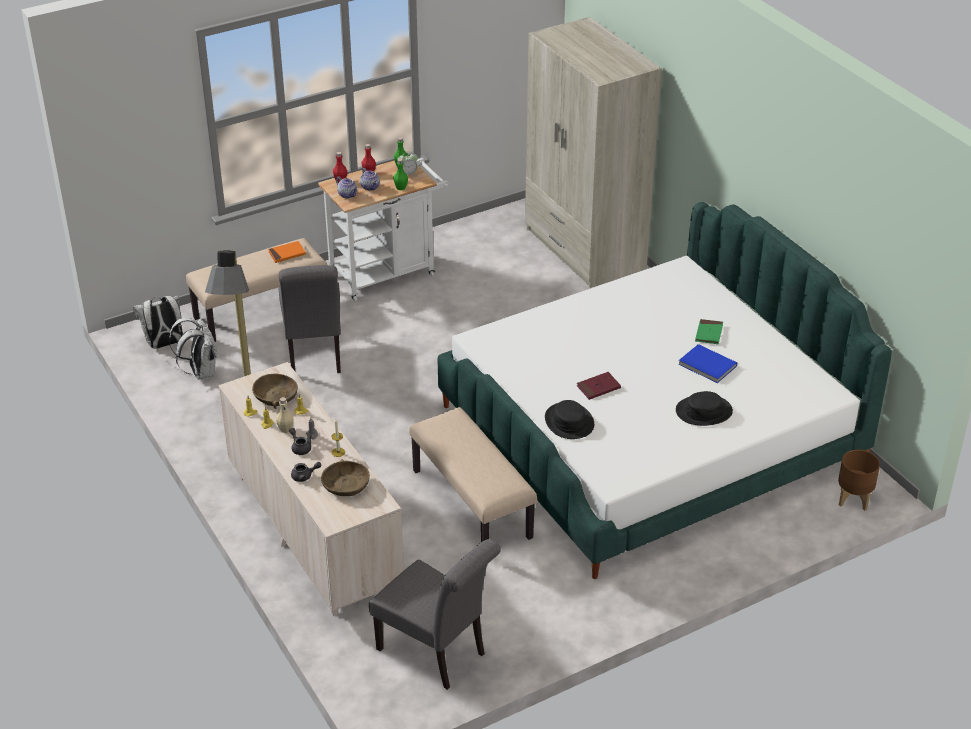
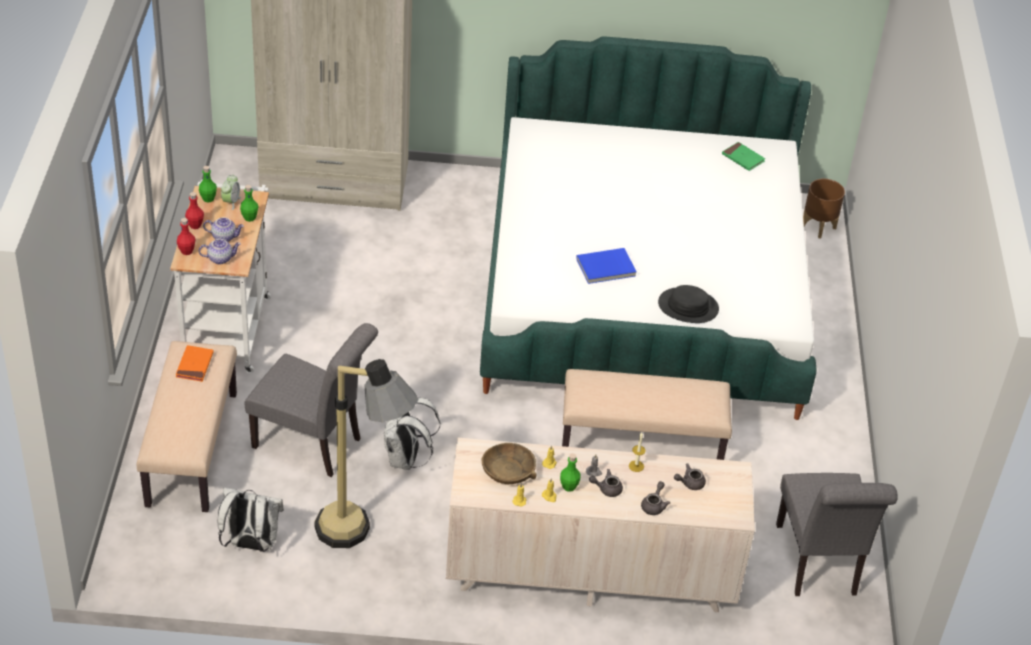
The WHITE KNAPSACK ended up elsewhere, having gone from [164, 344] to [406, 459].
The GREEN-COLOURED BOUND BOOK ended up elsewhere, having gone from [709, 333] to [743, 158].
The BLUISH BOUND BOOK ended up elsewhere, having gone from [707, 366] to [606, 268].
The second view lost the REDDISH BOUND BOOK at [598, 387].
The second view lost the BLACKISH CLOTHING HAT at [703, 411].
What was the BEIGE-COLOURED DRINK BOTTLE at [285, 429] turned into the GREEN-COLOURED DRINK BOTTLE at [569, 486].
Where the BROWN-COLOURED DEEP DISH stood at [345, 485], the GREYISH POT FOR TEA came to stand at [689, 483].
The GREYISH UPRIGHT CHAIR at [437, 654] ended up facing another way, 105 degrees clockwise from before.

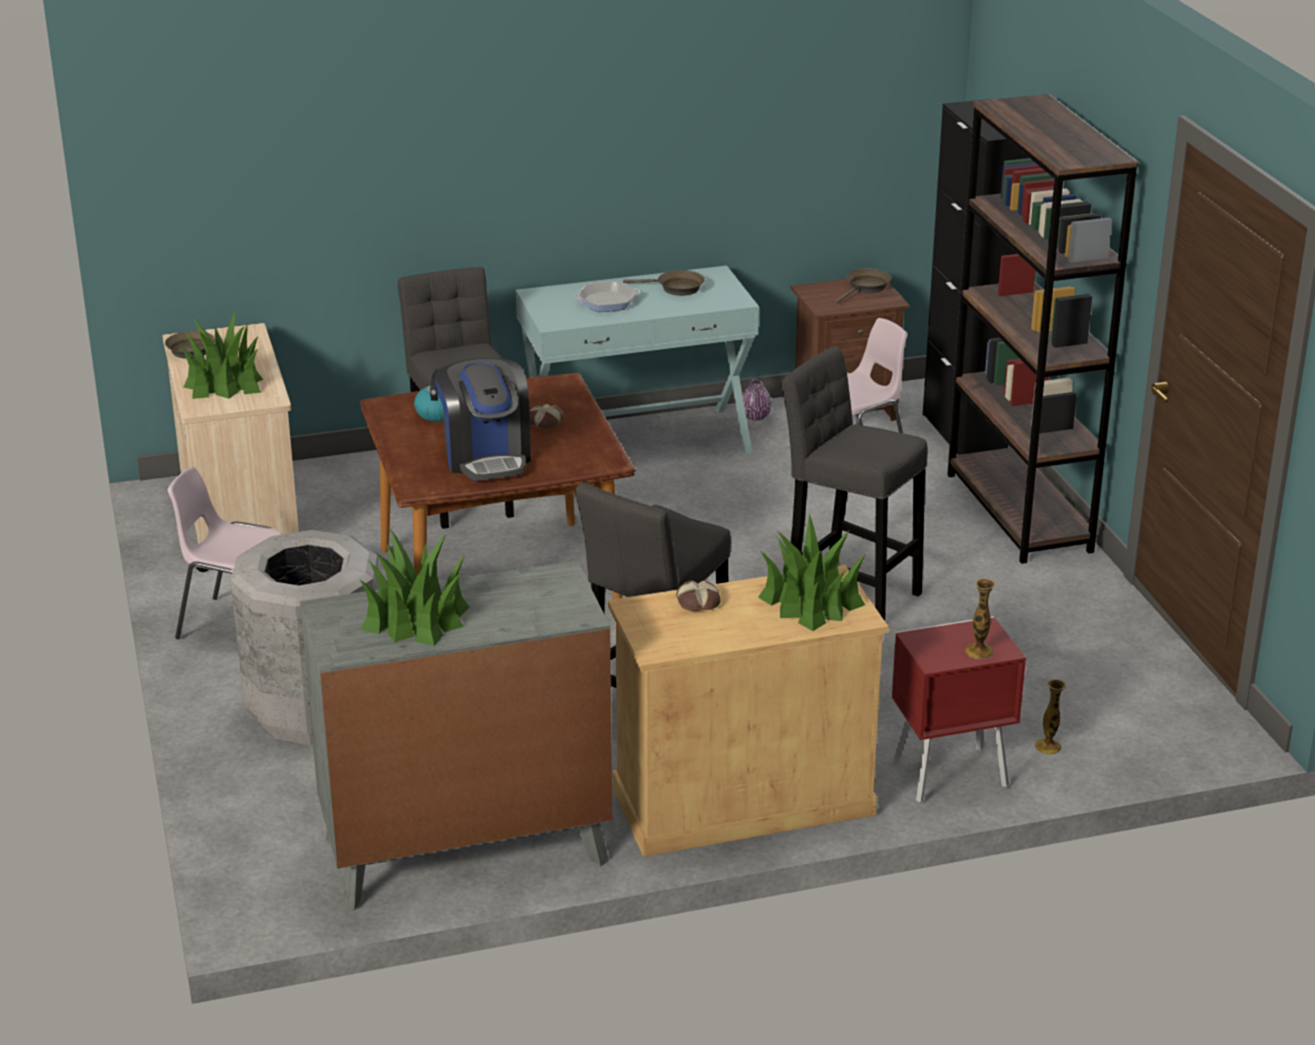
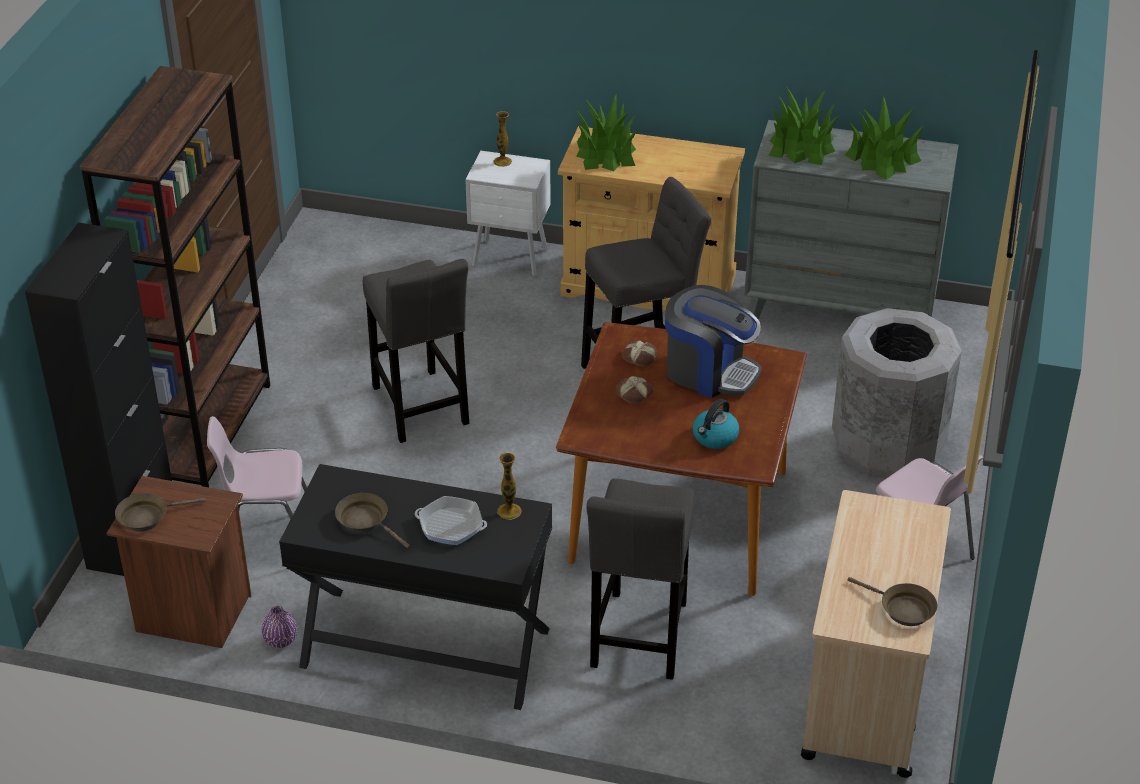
What was the TURQUOISE-COLOURED NARROW TABLE at [637, 443] turned into the BLACKISH NARROW TABLE at [425, 648].
The POTTED PLANT ended up elsewhere, having gone from [224, 382] to [801, 146].
The COFFEE MACHINE at [486, 457] ended up facing another way, 105 degrees clockwise from before.
The BAKED BREAD ended up elsewhere, having gone from [698, 602] to [640, 357].
What was the REDDISH NIGHT TABLE at [946, 775] turned into the WHITE NIGHT TABLE at [511, 259].
The FLOWER VASE ended up elsewhere, having gone from [1047, 746] to [509, 511].

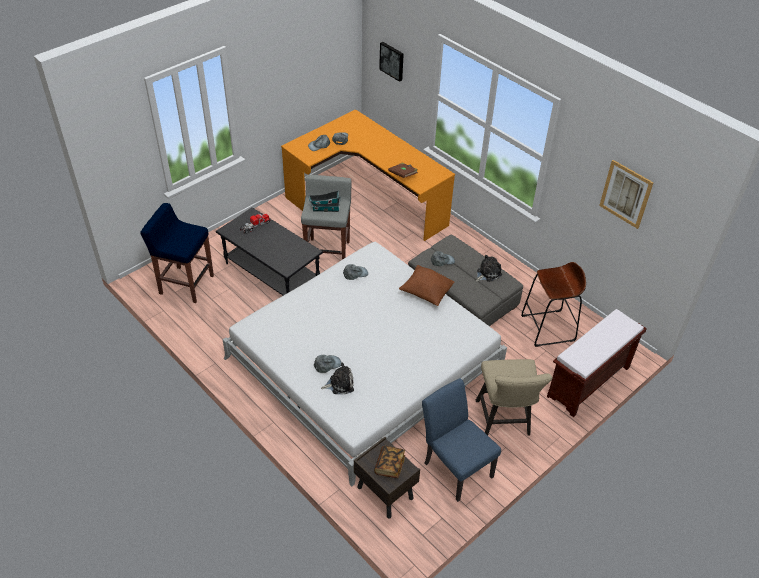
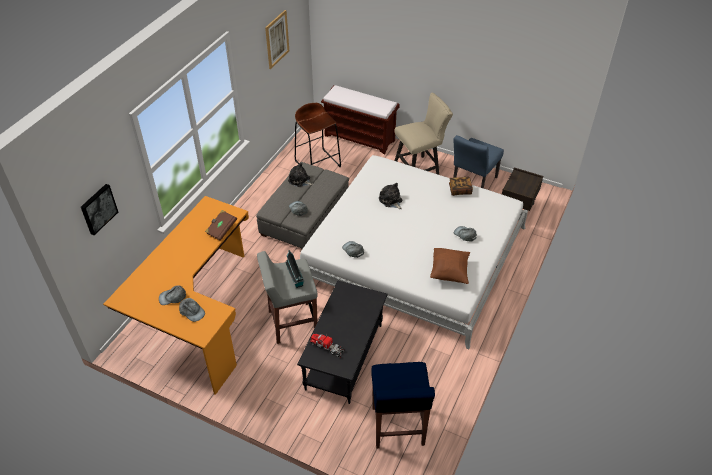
The BROWN-COLOURED CUSHION ended up elsewhere, having gone from [426, 292] to [449, 272].
The CUDDLY TOY ended up elsewhere, having gone from [340, 384] to [391, 201].
The BOUND BOOK ended up elsewhere, having gone from [389, 466] to [460, 190].

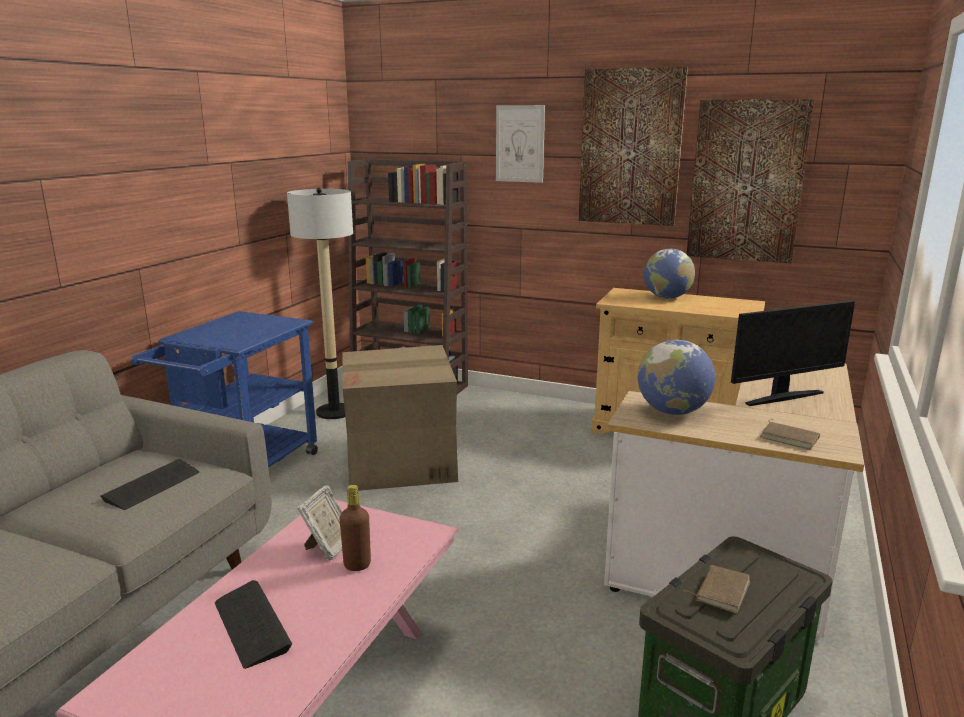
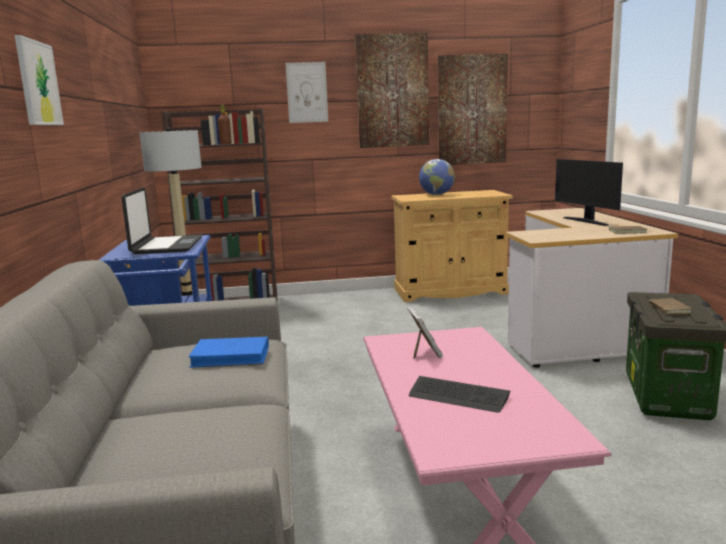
The COMPUTER DISPLAY at [782, 397] ended up facing another way, 120 degrees clockwise from before.
The second view lost the DESK GLOBE at [672, 412].
The second view lost the PACKING BOX at [401, 462].
Where the PC KEYBOARD stood at [152, 486], the BLUISH BOUND BOOK came to stand at [231, 356].
The BROWN-COLOURED DRINK BOTTLE ended up elsewhere, having gone from [357, 565] to [225, 144].
The second view gained the WALL ART at [38, 83].
The second view gained the LAPTOP at [166, 246].

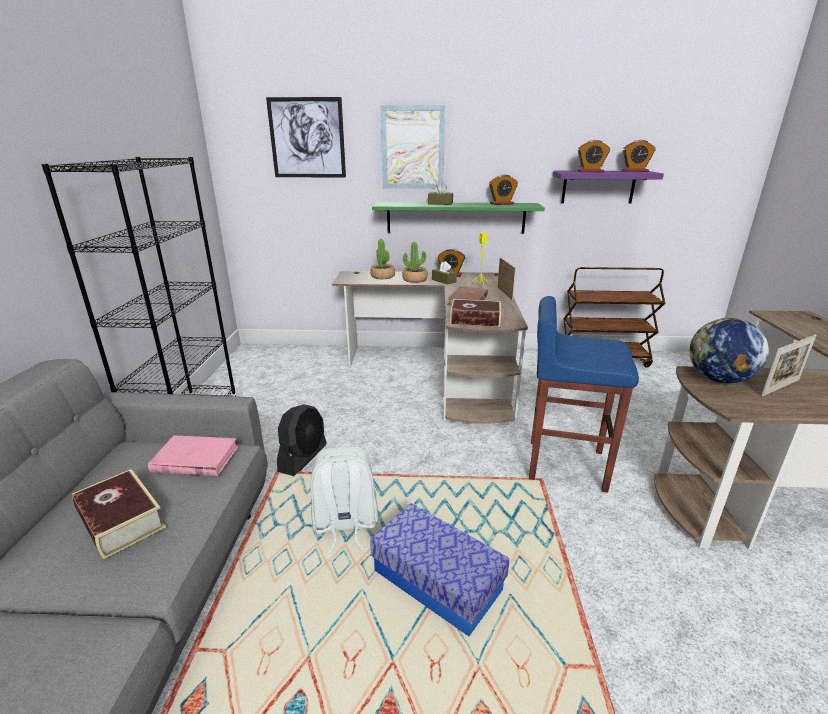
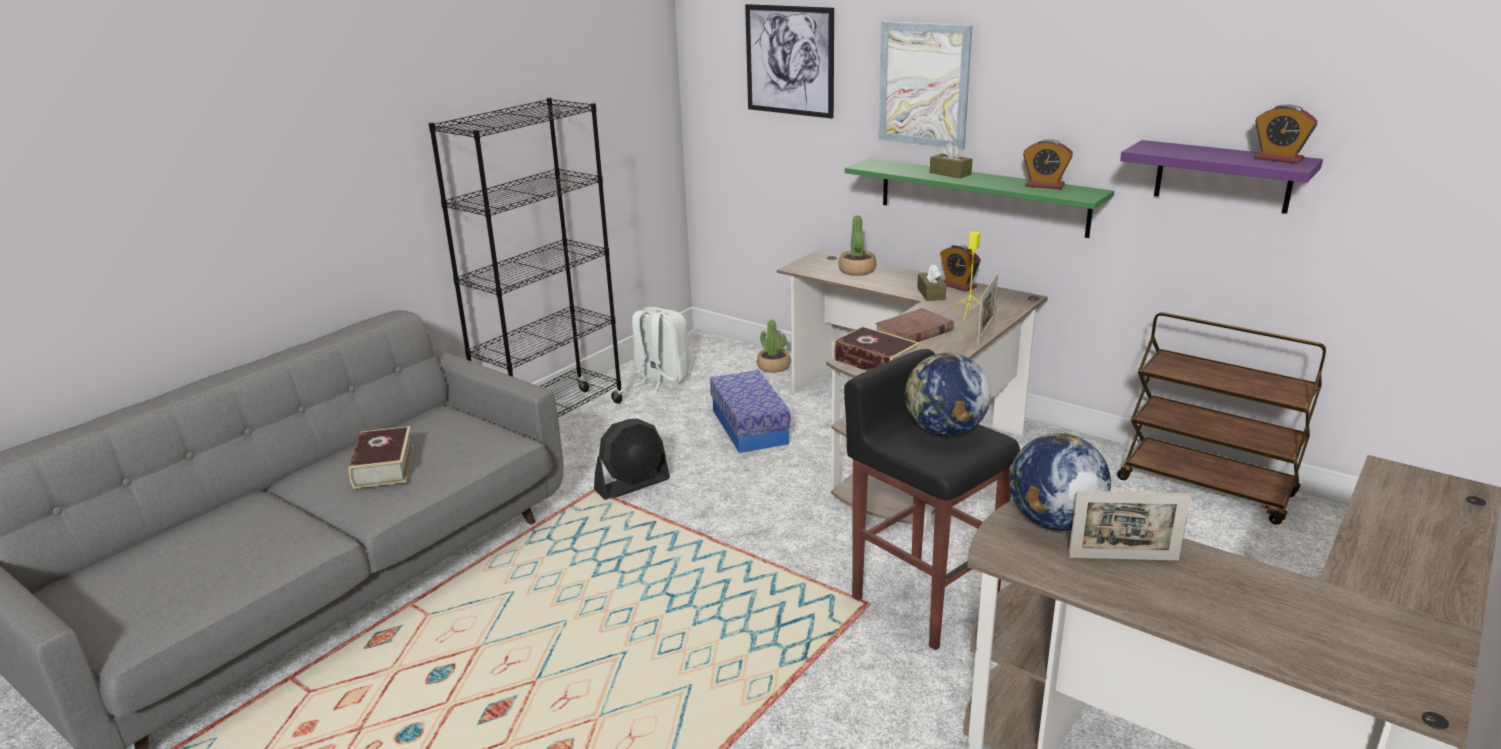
The second view lost the BEDSIDE CLOCK at [590, 171].
The POTTED PLANT ended up elsewhere, having gone from [415, 280] to [773, 367].
What was the BLUISH STOOL SEAT at [564, 464] turned into the BLACKISH STOOL SEAT at [923, 600].
The second view lost the PINK BOUND BOOK at [195, 459].
The WHITE KNAPSACK ended up elsewhere, having gone from [345, 525] to [660, 378].
The STORAGE BIN ended up elsewhere, having gone from [437, 581] to [749, 427].
The second view gained the DESK GLOBE at [944, 431].

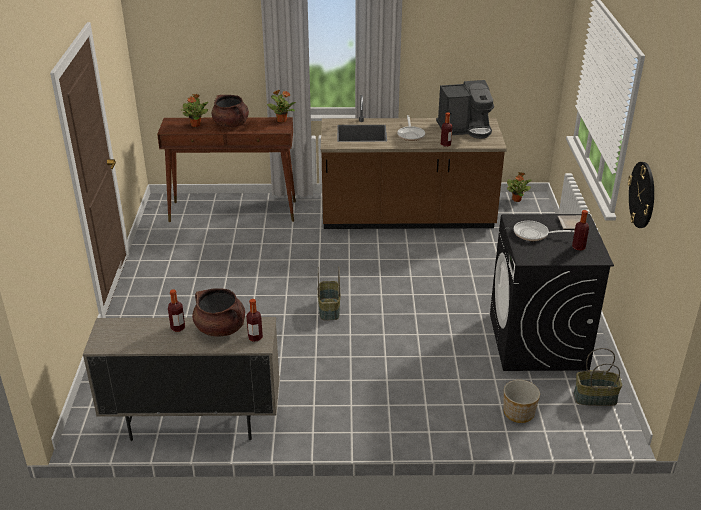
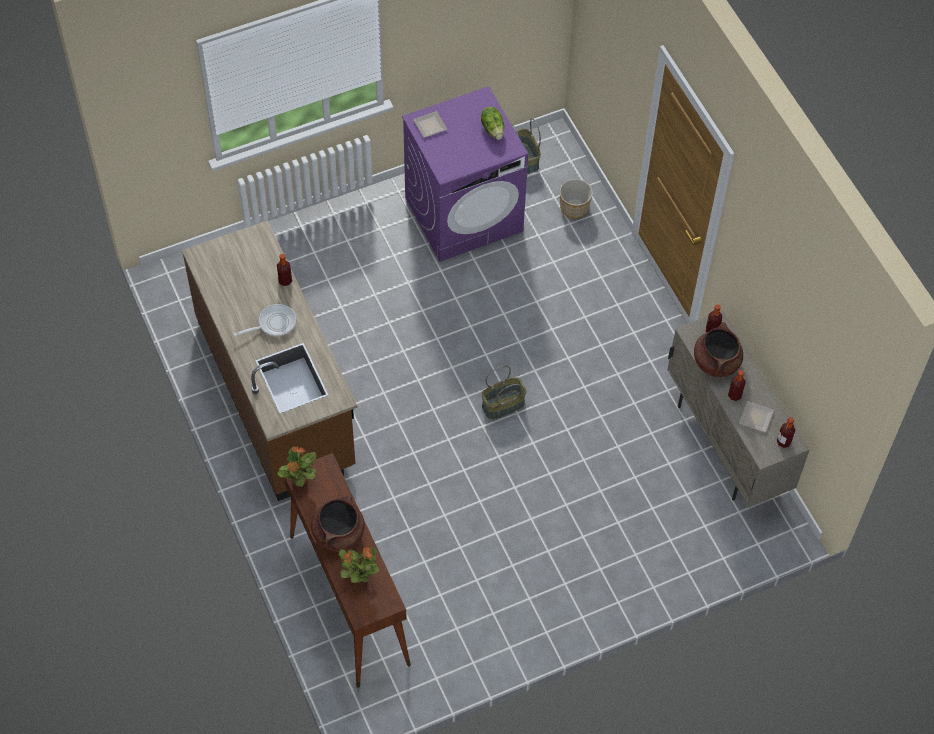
The second view lost the COFFEE MACHINE at [465, 129].
The second view lost the CLOCK ON THE WALL at [642, 195].
The second view lost the POTTED PLANT at [516, 199].
The DRINK BOTTLE ended up elsewhere, having gone from [578, 247] to [783, 442].
What was the BLACKISH WASHING MACHINE at [538, 342] turned into the PURPLISH WASHING MACHINE at [464, 214].
The second view lost the PAN at [534, 234].
The second view gained the LETTUCE HEAD at [493, 129].
The second view gained the FLAT DISH at [755, 416].

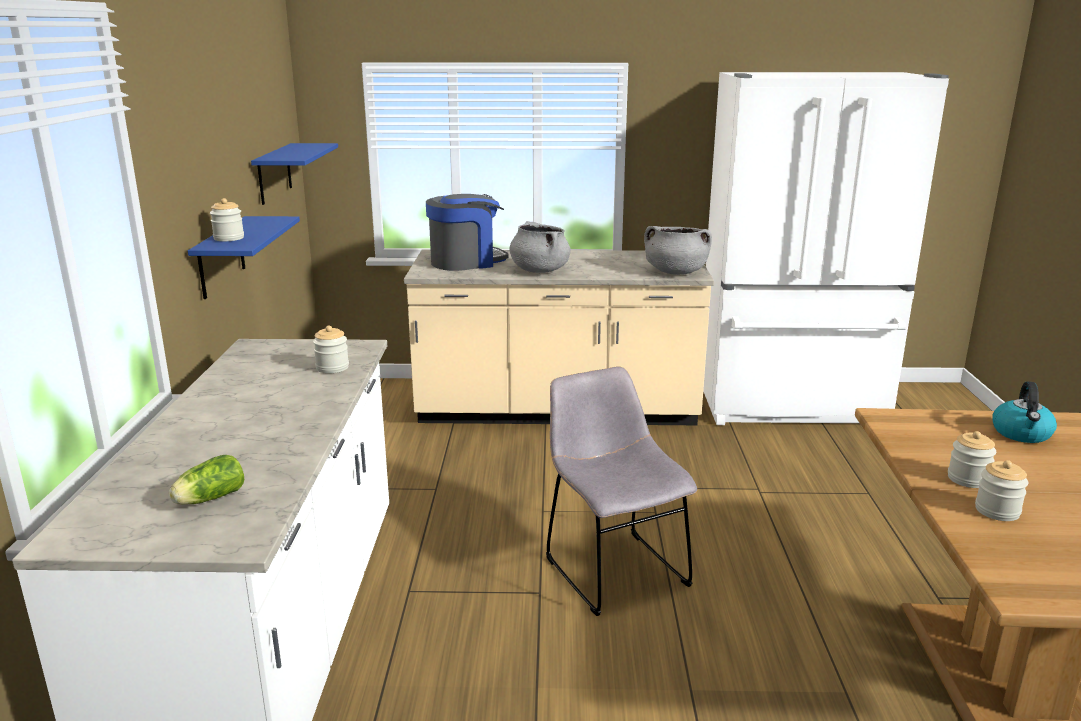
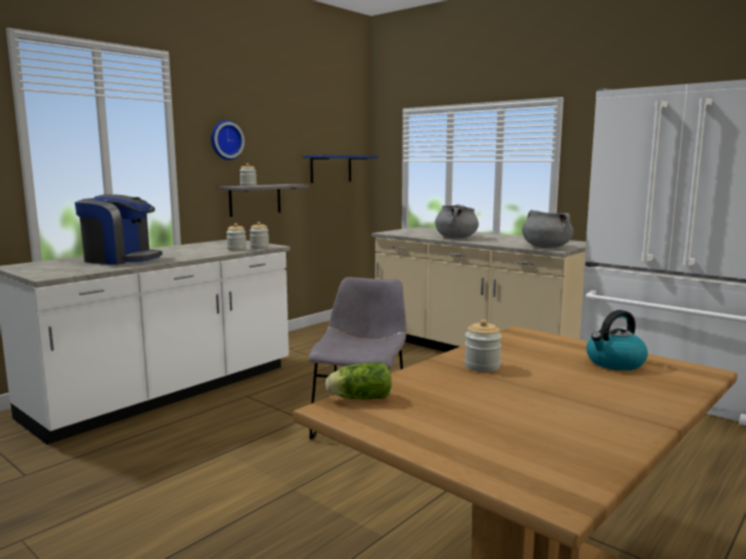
The COFFEE MACHINE ended up elsewhere, having gone from [466, 262] to [120, 259].
What was the BLUISH SHELF at [221, 257] turned into the GREYISH SHELF at [255, 199].
The LETTUCE HEAD ended up elsewhere, having gone from [208, 499] to [358, 398].
The STORAGE JAR ended up elsewhere, having gone from [997, 511] to [259, 247].
The second view gained the CLOCK ON THE WALL at [225, 140].

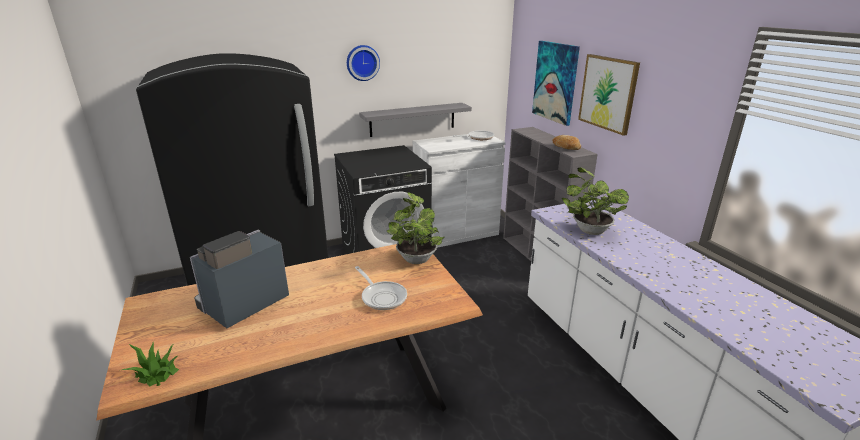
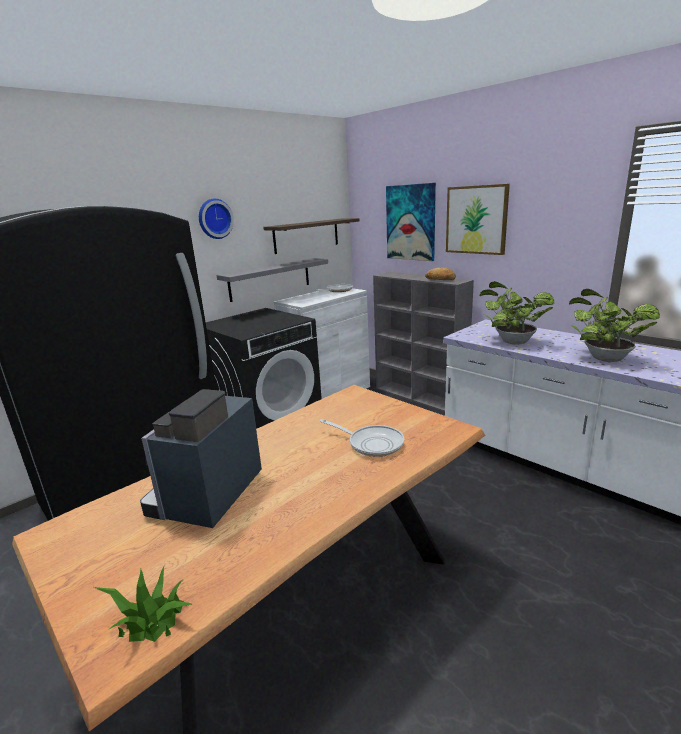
The POTTED PLANT ended up elsewhere, having gone from [415, 258] to [603, 358].
The second view gained the SHELF at [306, 235].

